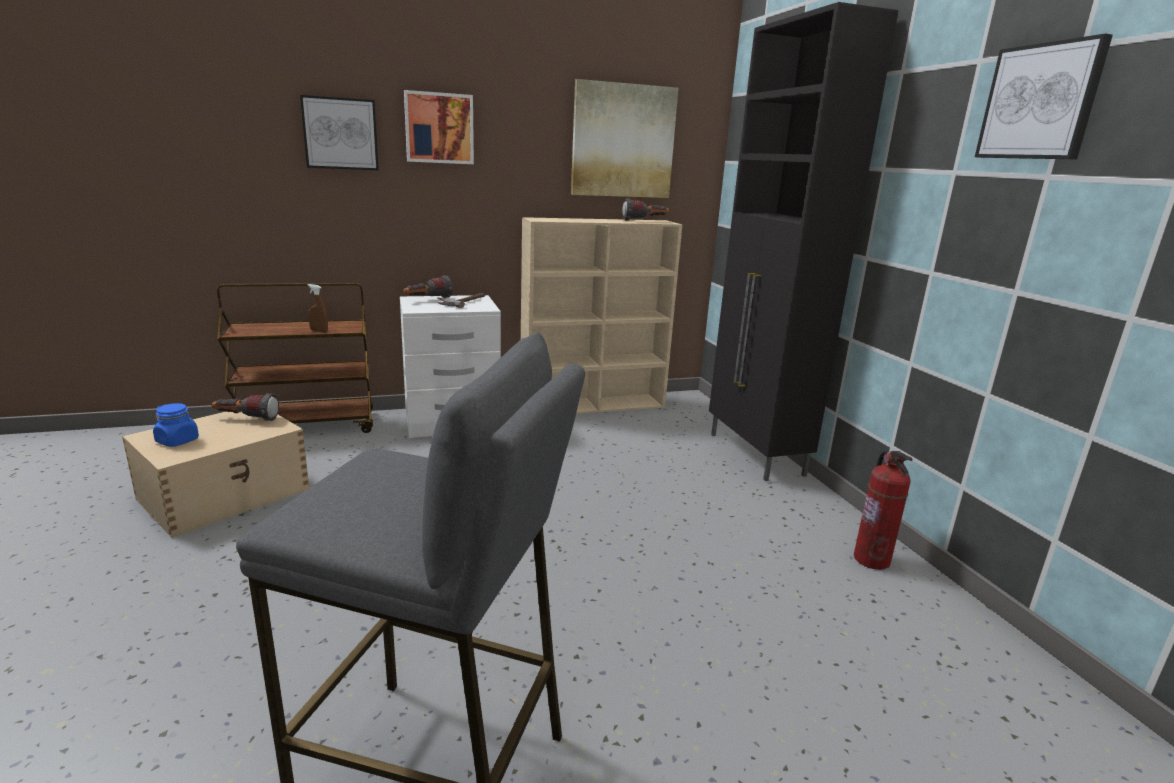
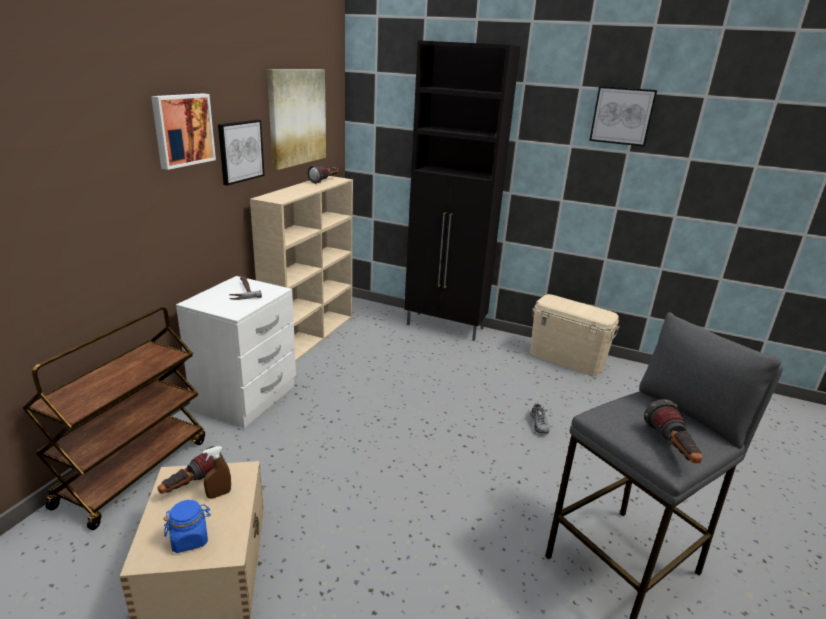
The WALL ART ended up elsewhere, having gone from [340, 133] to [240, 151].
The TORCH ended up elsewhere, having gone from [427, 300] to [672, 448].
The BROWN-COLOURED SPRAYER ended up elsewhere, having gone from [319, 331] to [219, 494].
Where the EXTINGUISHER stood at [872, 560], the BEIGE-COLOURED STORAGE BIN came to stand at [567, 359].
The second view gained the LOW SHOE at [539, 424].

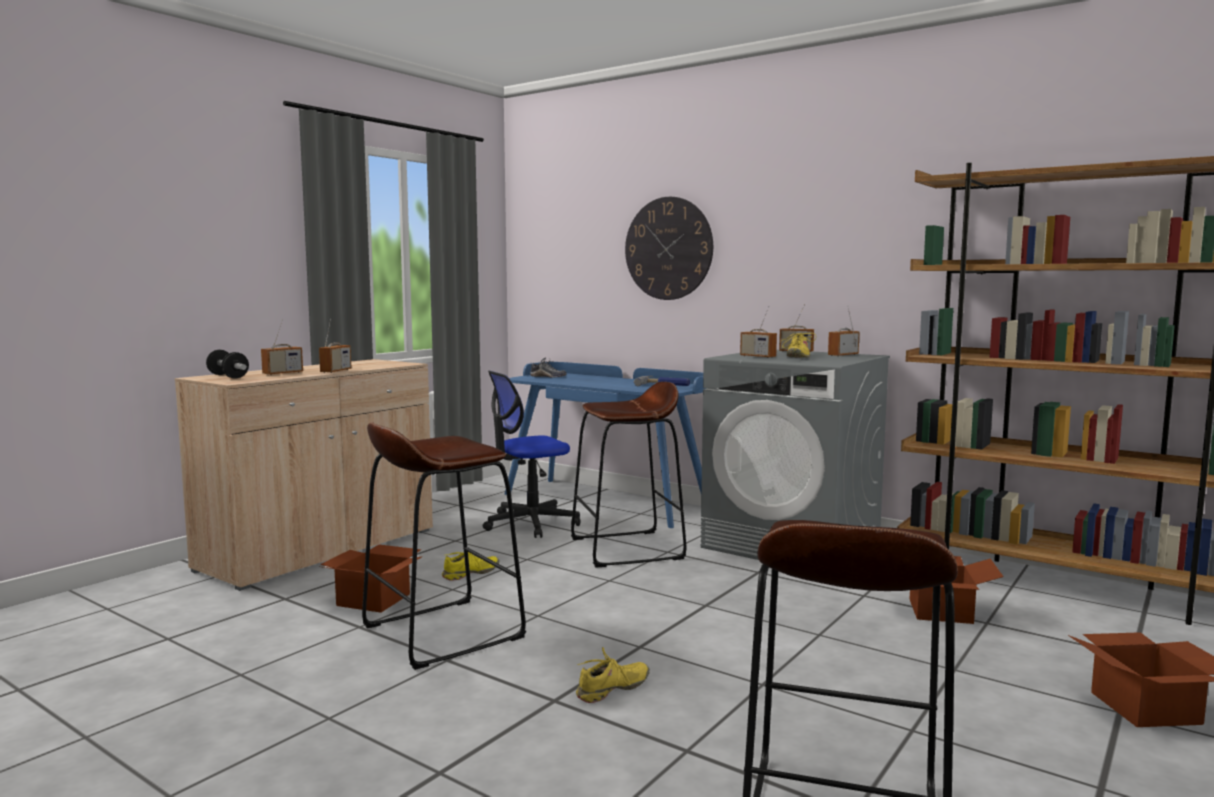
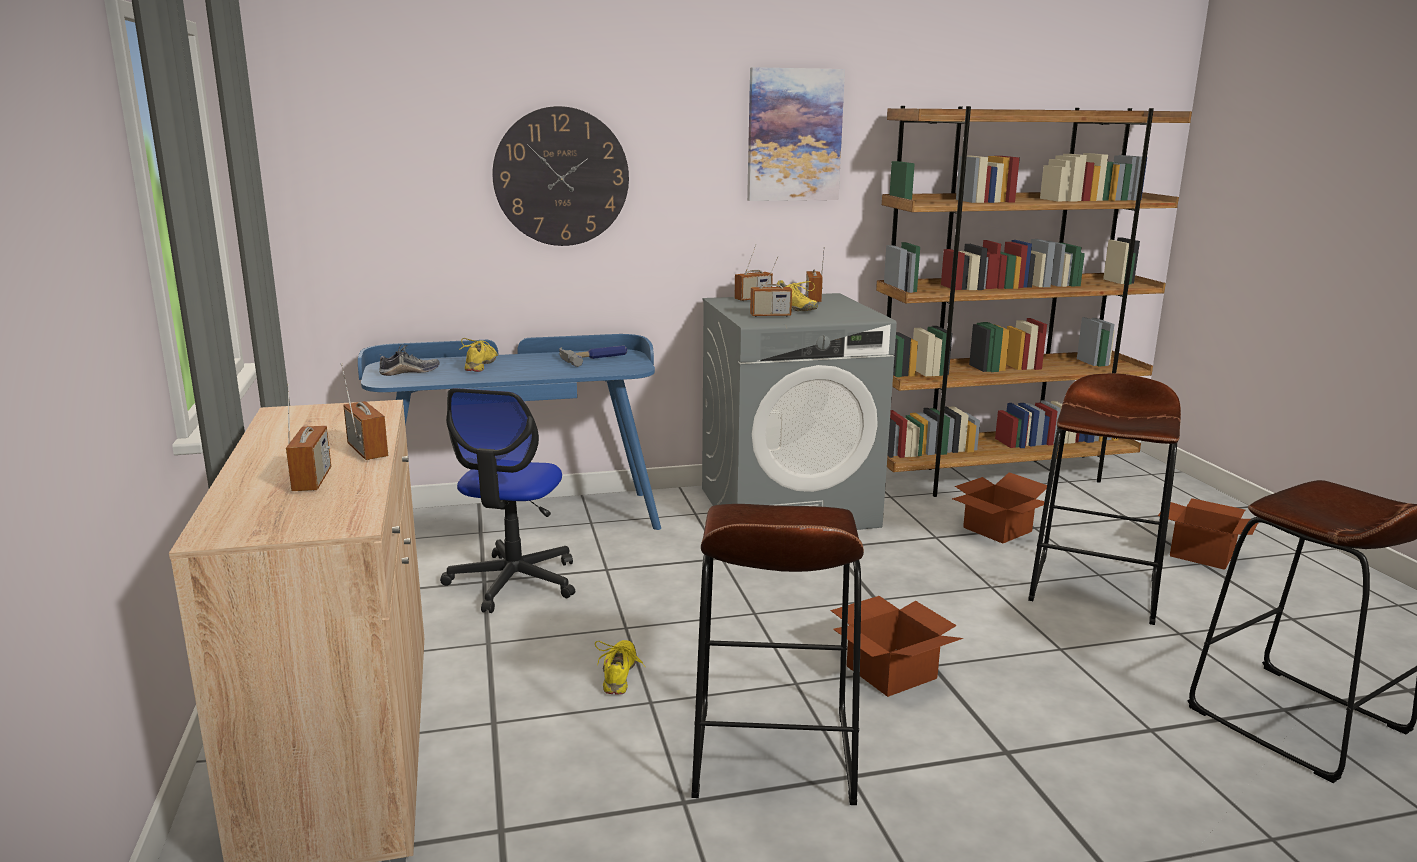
The second view lost the DUMBBELL at [228, 376].
The BROWN-COLOURED STOOL SEAT ended up elsewhere, having gone from [627, 549] to [1095, 588].
The PACKING BOX ended up elsewhere, having gone from [375, 599] to [891, 671].
The YELLOW-COLOURED LOW SHOE ended up elsewhere, having gone from [613, 690] to [481, 365].
The second view gained the WALL ART at [794, 135].

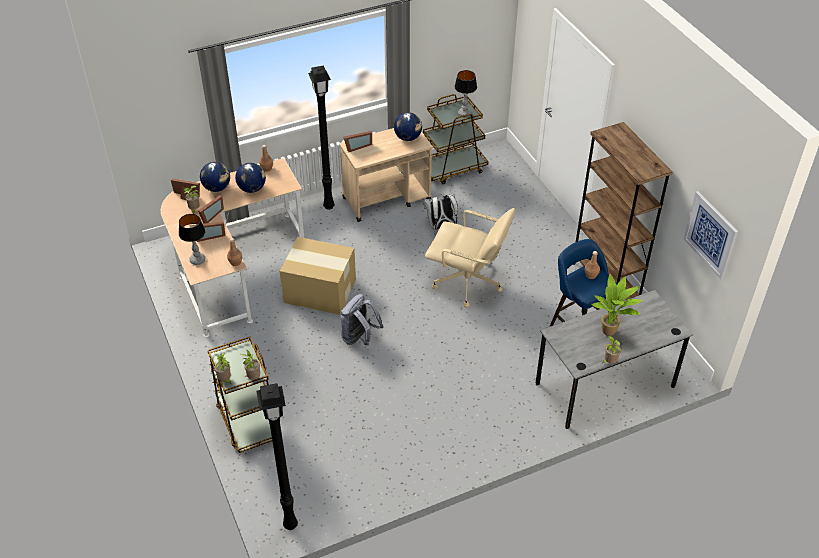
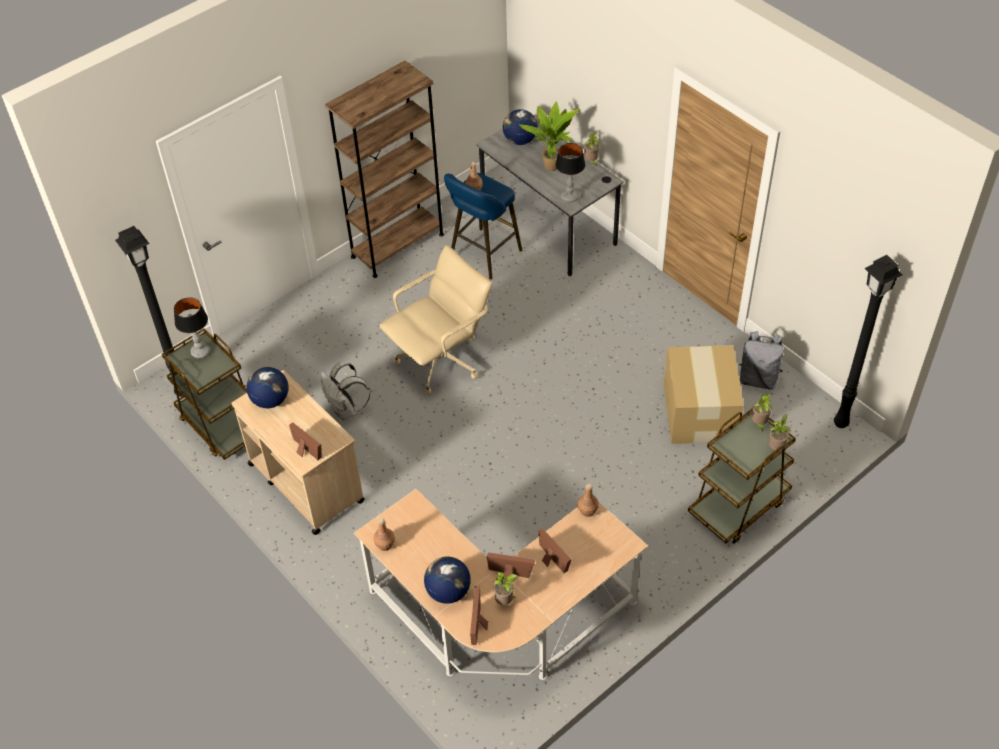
The BLACKISH STANDING LAMP ended up elsewhere, having gone from [328, 206] to [182, 393].
The DESK GLOBE ended up elsewhere, having gone from [252, 189] to [520, 140].
The second view lost the WALL ART at [710, 235].
The BEIGE-COLOURED COMPUTER CHAIR at [468, 283] ended up facing another way, 45 degrees clockwise from before.
The TABLE LAMP ended up elsewhere, having gone from [197, 260] to [569, 197].
The PACKING BOX ended up elsewhere, having gone from [319, 290] to [699, 413].
The GREYISH KNAPSACK ended up elsewhere, having gone from [359, 338] to [758, 379].

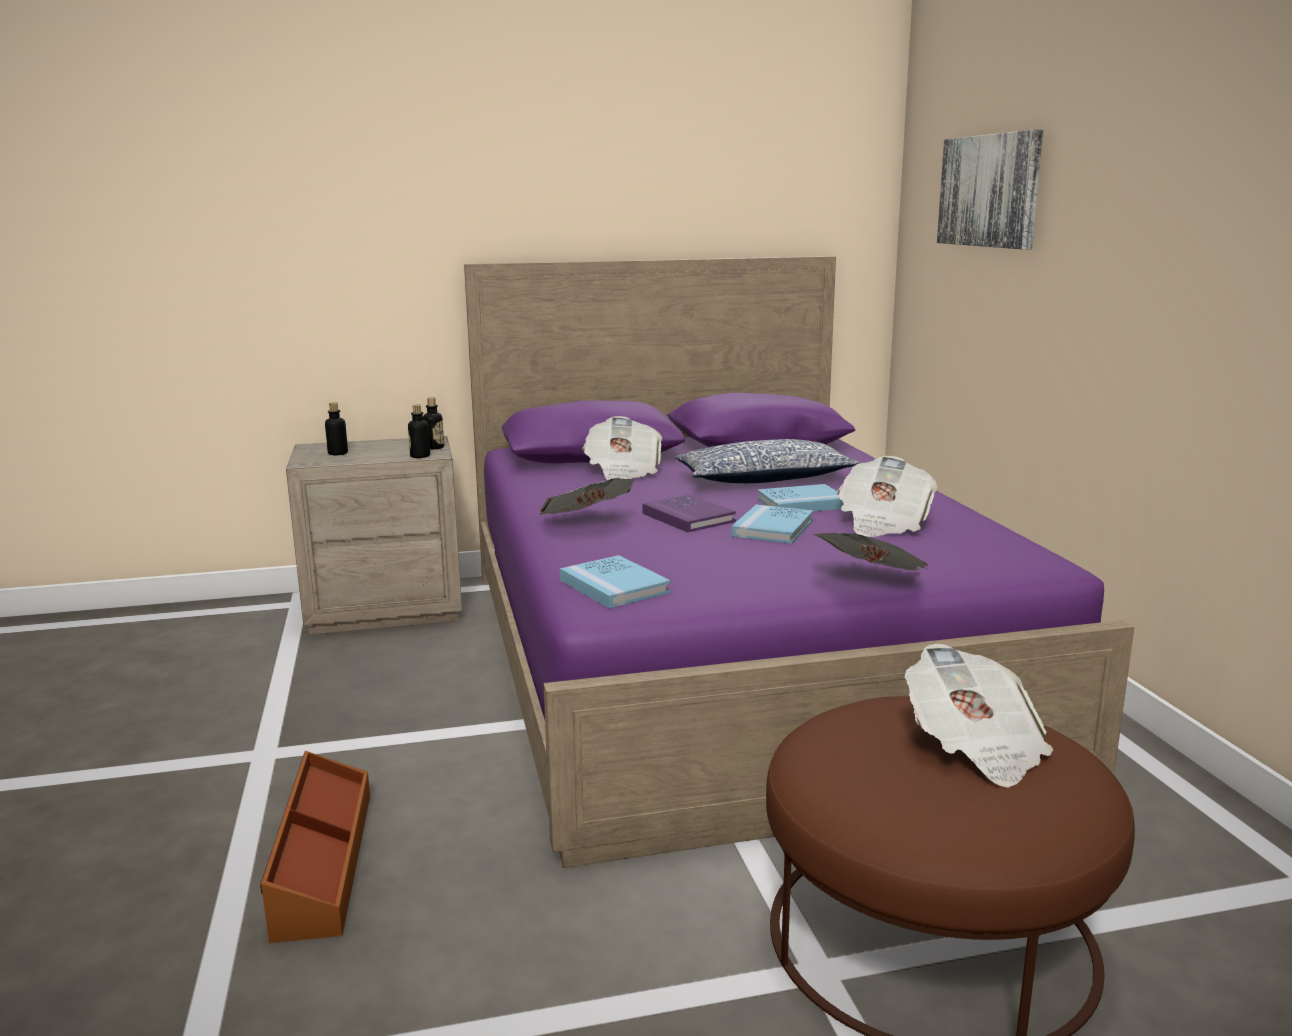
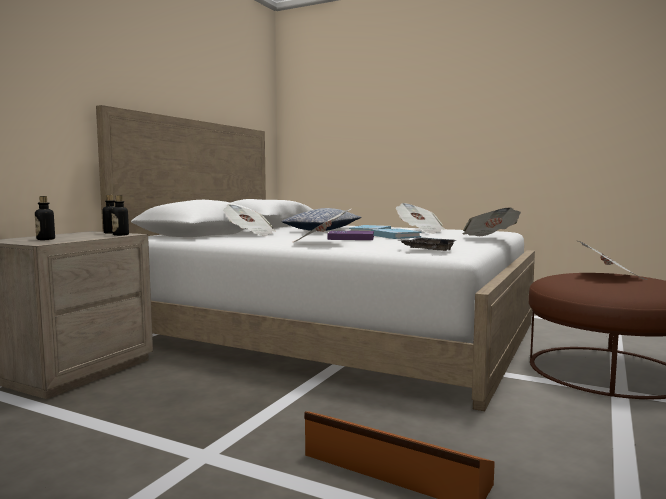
The second view lost the WALL ART at [990, 191].
What was the PURPLISH SLEEPING BED at [729, 659] turned into the WHITE SLEEPING BED at [333, 331].
Where the BLUISH BOUND BOOK stood at [614, 586], the GREYISH TRAY came to stand at [429, 250].

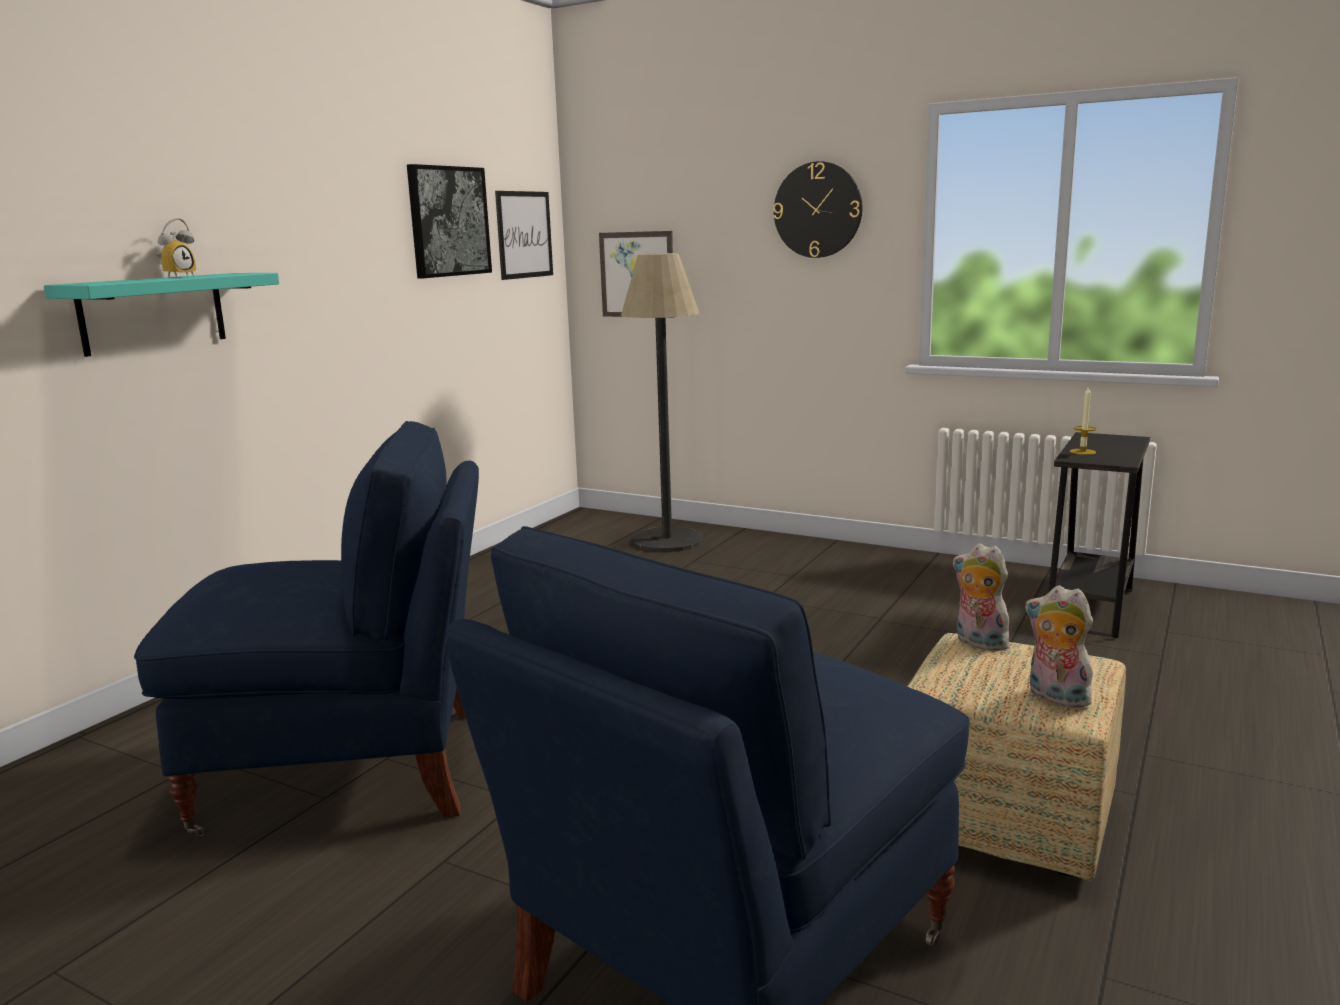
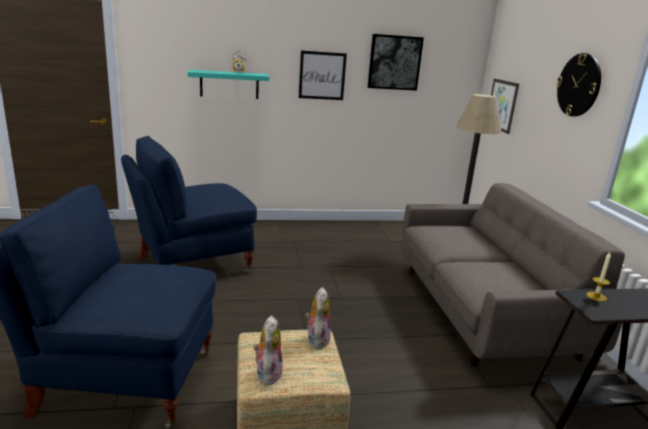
The WALL ART ended up elsewhere, having gone from [524, 234] to [322, 75].
The BLUISH LOUNGE CHAIR at [350, 769] ended up facing another way, 105 degrees clockwise from before.
The second view gained the GREYISH SOFA at [482, 311].

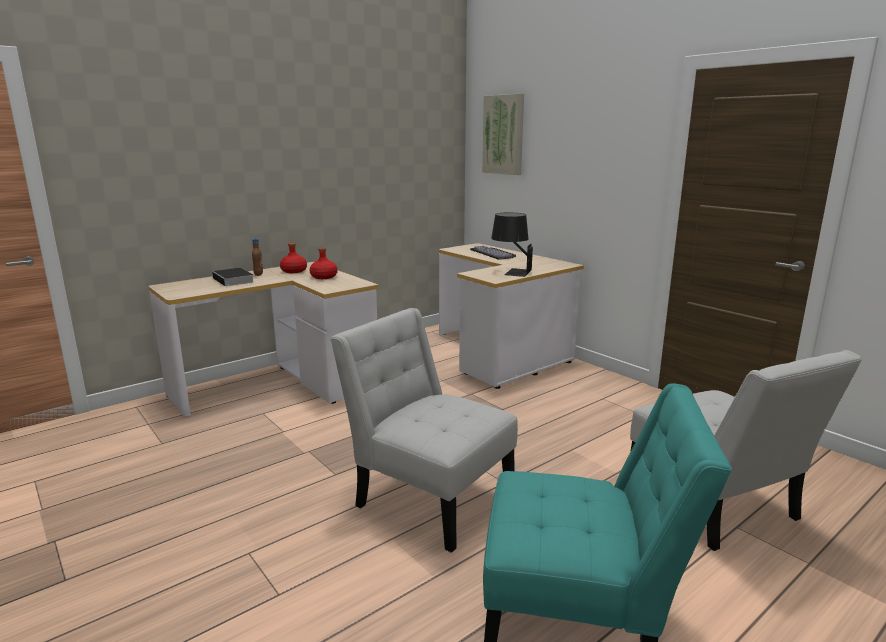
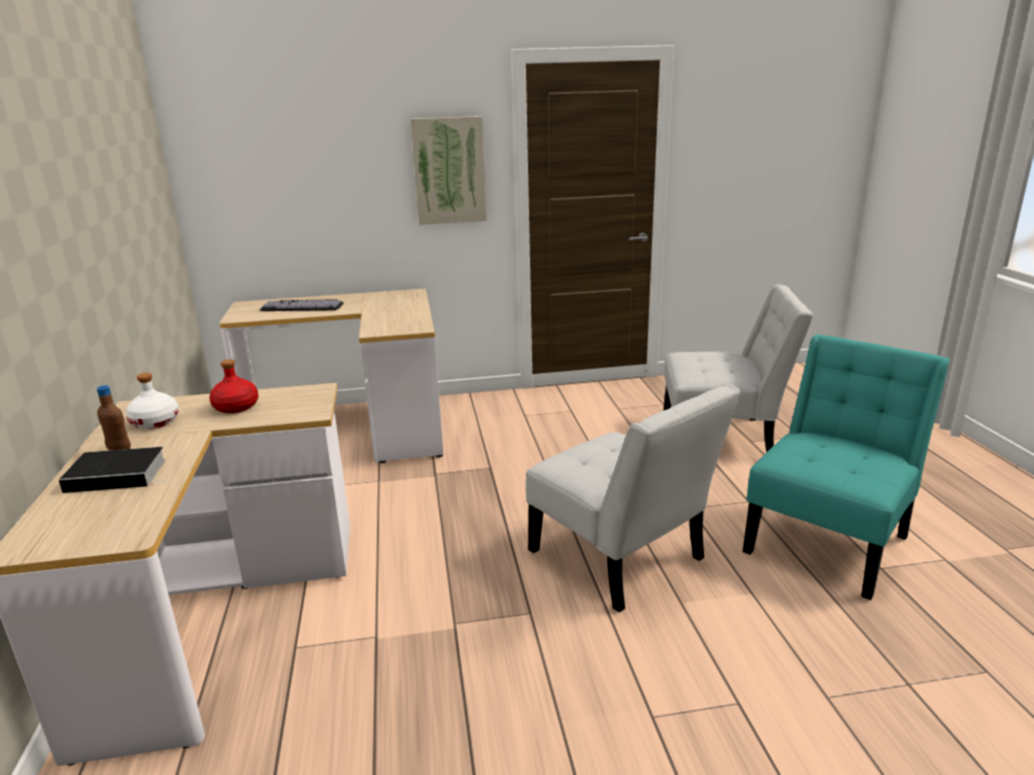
The WALL ART ended up elsewhere, having gone from [503, 135] to [449, 170].
The second view lost the BLACKISH TABLE LAMP at [511, 272].
What was the REDDISH DRINK BOTTLE at [294, 271] turned into the WHITE DRINK BOTTLE at [156, 422].
The WHITE UPRIGHT CHAIR at [429, 496] ended up facing another way, 105 degrees counterclockwise from before.

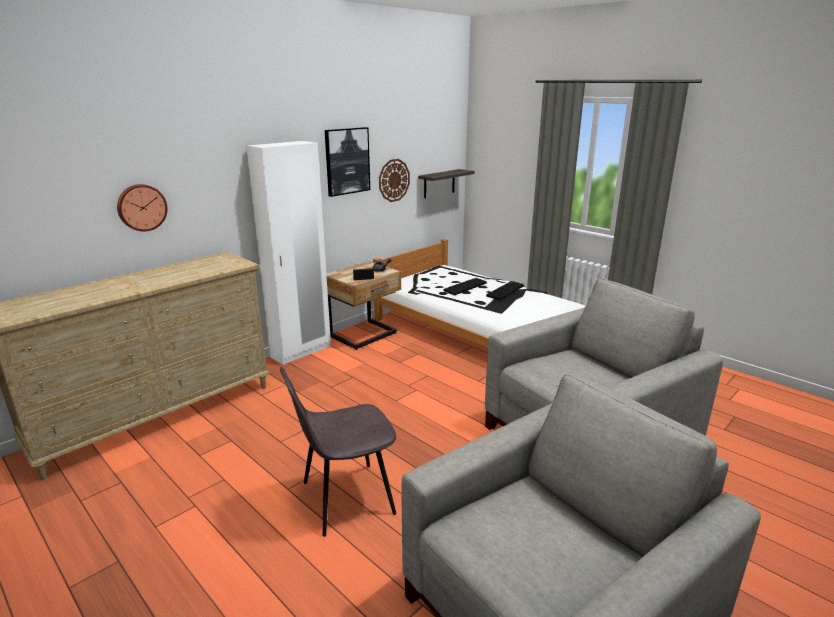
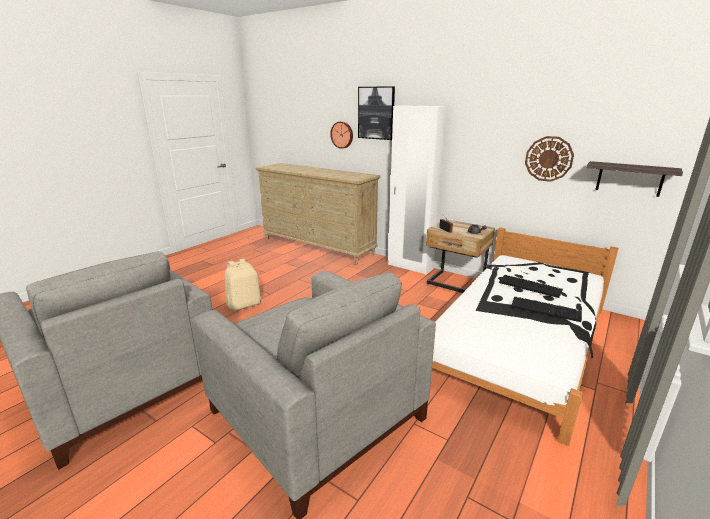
The WALL ART ended up elsewhere, having gone from [347, 161] to [376, 113].
Where the GREYISH UPRIGHT CHAIR stood at [345, 498], the BEIGE-COLOURED KNAPSACK came to stand at [244, 304].

